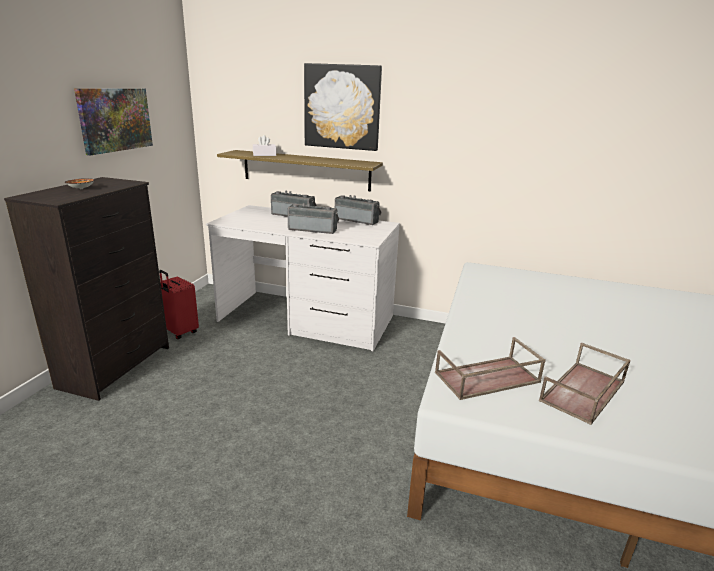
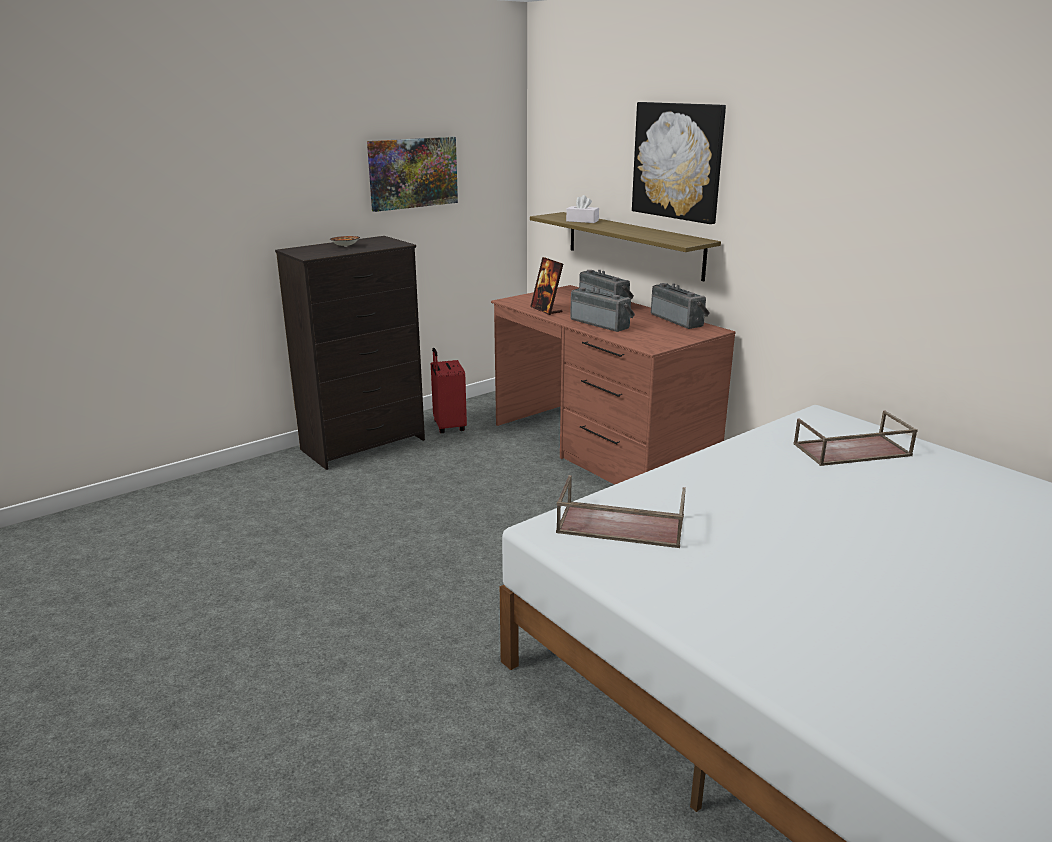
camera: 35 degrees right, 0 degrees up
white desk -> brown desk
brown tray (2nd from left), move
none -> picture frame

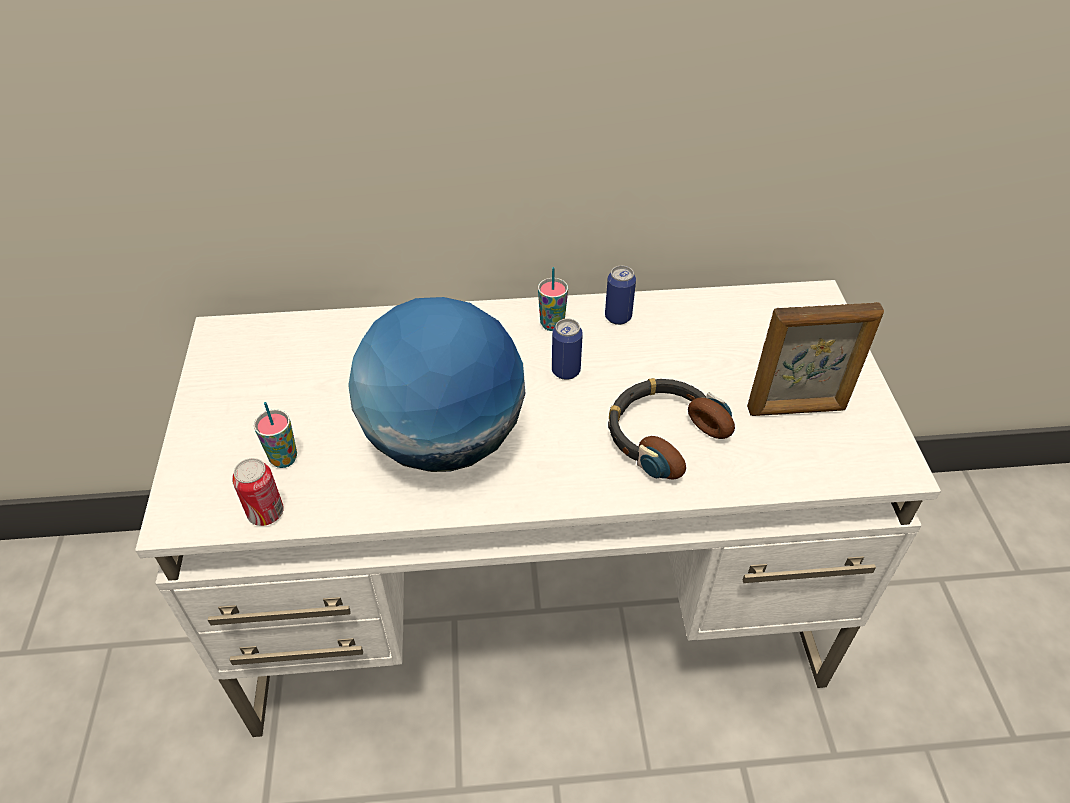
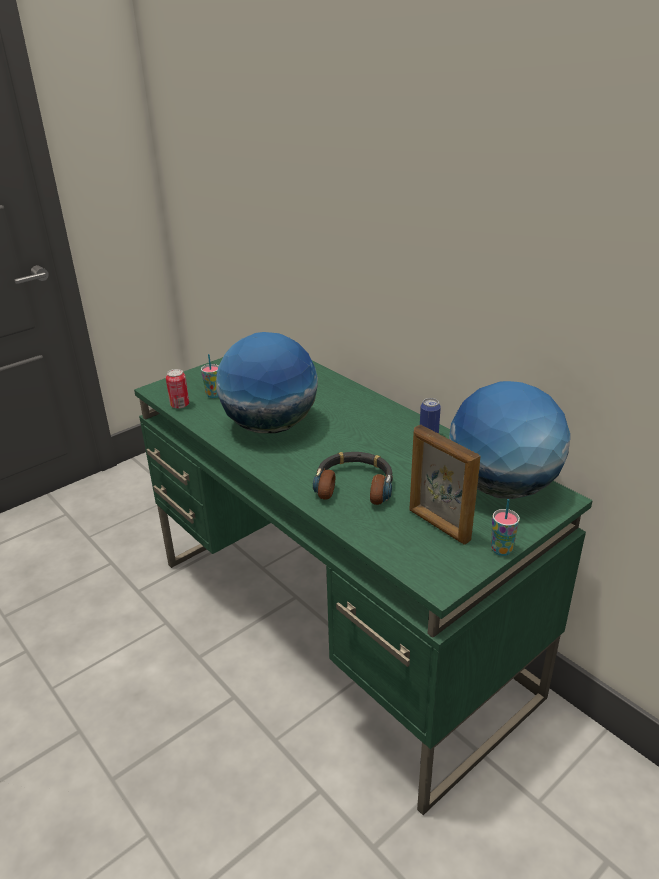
camera: 55 degrees right, 15 degrees down
white desk -> green desk
cup (2nd from left), move
can (2nd from left) -> none
none -> globe (2nd from left)

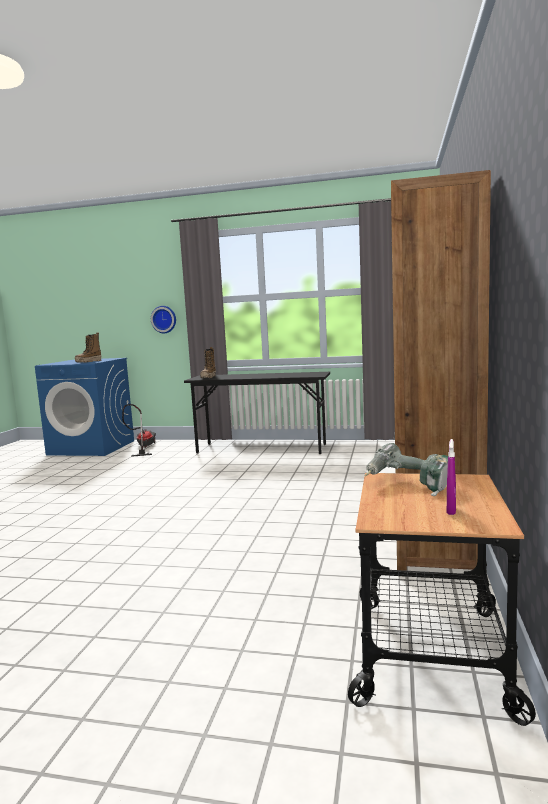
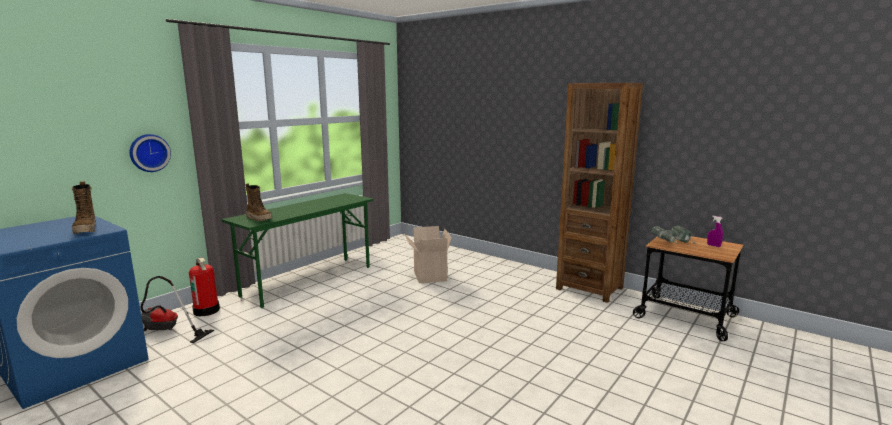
camera: 65 degrees left, 5 degrees up
black desk -> green desk
none -> fire extinguisher
none -> cardboard box

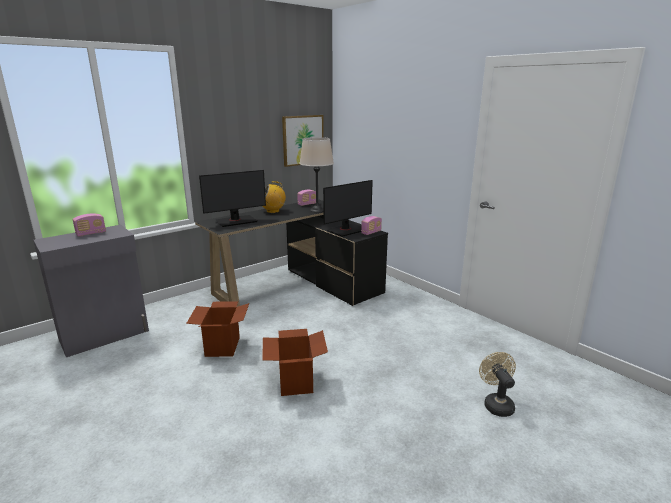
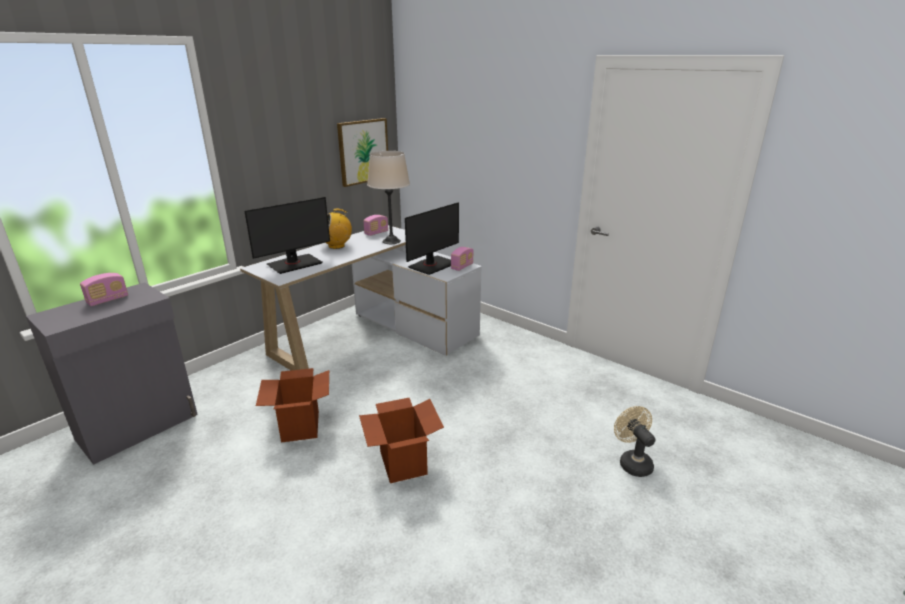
camera: 10 degrees left, 5 degrees up
black desk -> white desk

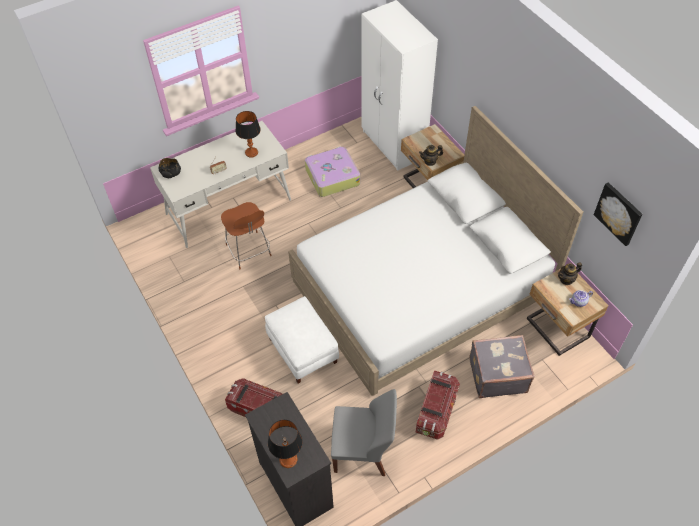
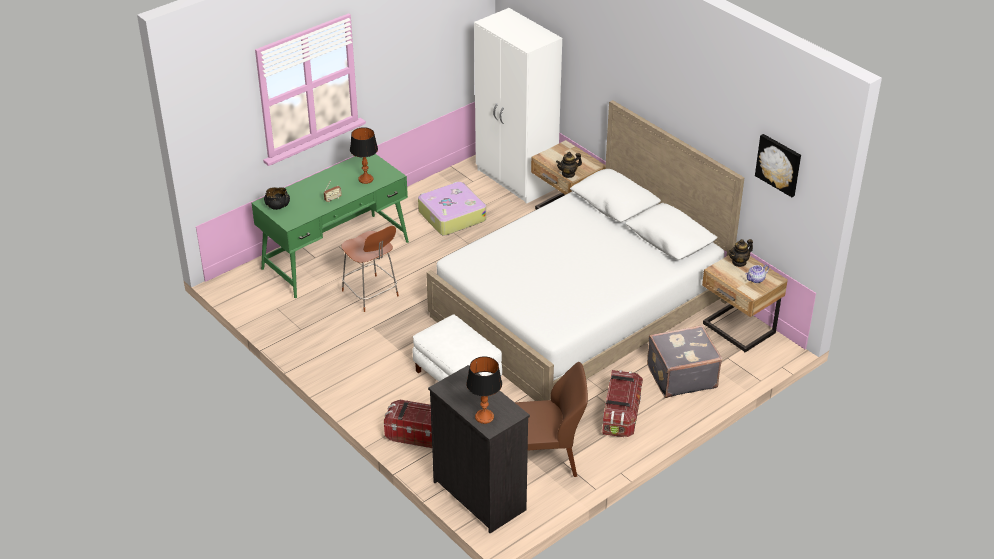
camera: 10 degrees left, 15 degrees down
white desk -> green desk
grey chair -> brown chair (2nd from left)

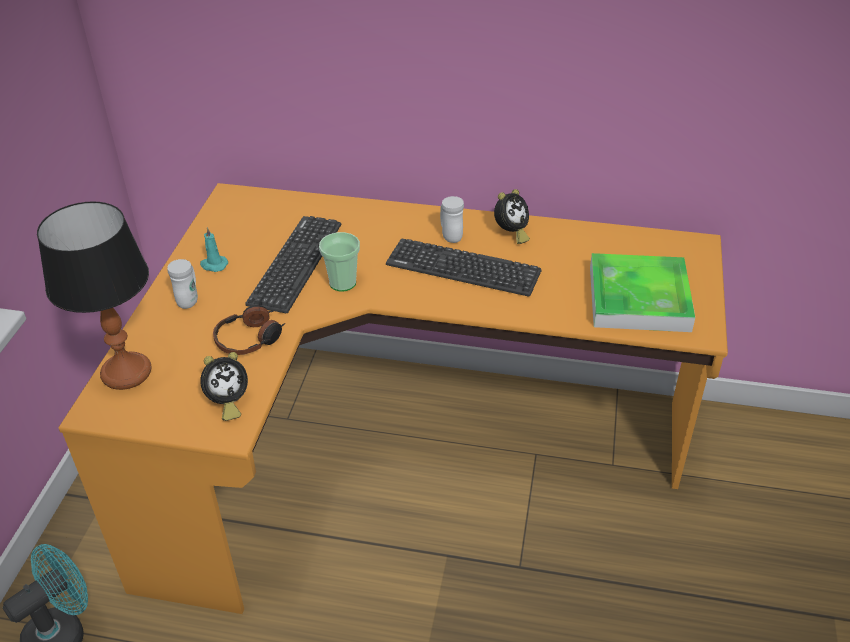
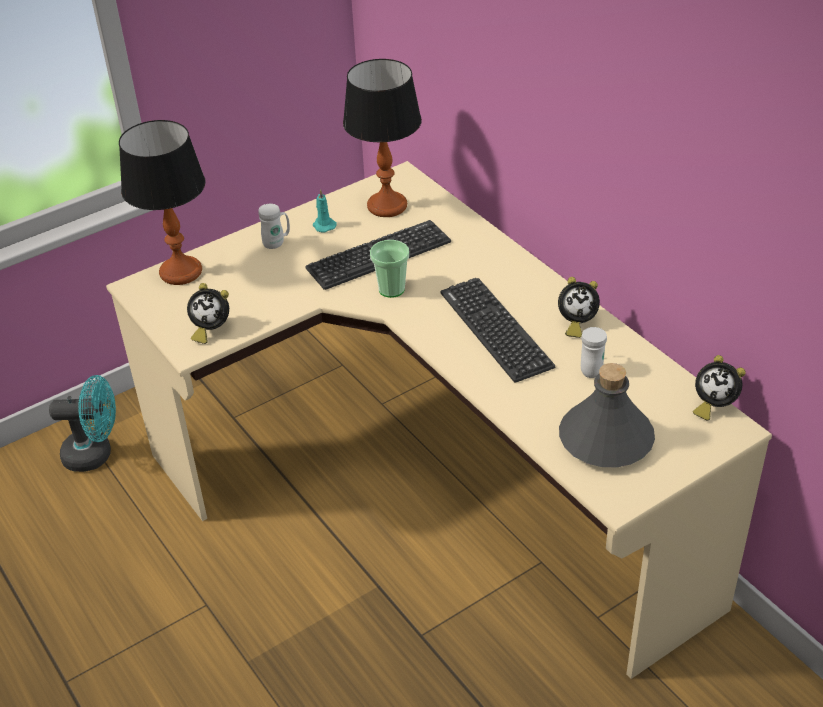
camera: 45 degrees right, 0 degrees up
orange desk -> beige desk
headphones -> none
white mug (2nd from left), move
tray -> grey bottle
none -> table lamp (2nd from left)
none -> alarm clock (3rd from left)

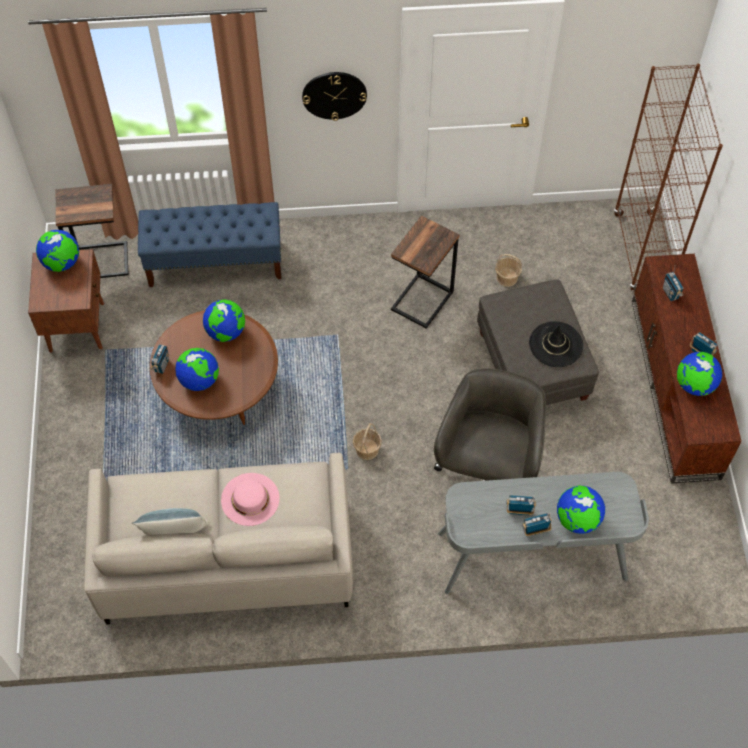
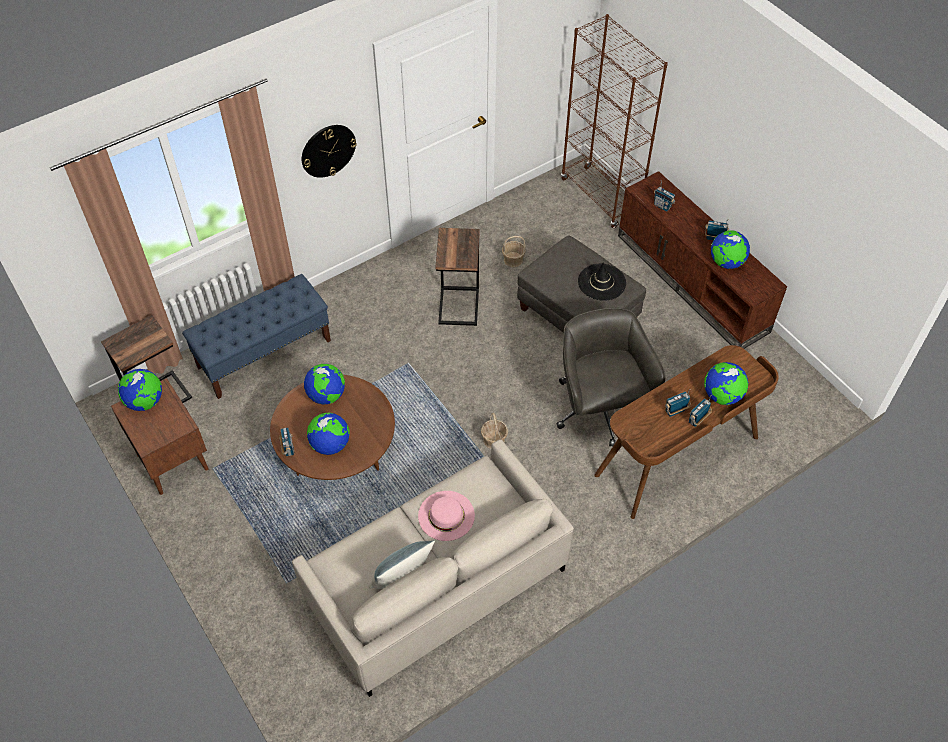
camera: 30 degrees left, 5 degrees down
grey desk -> brown desk

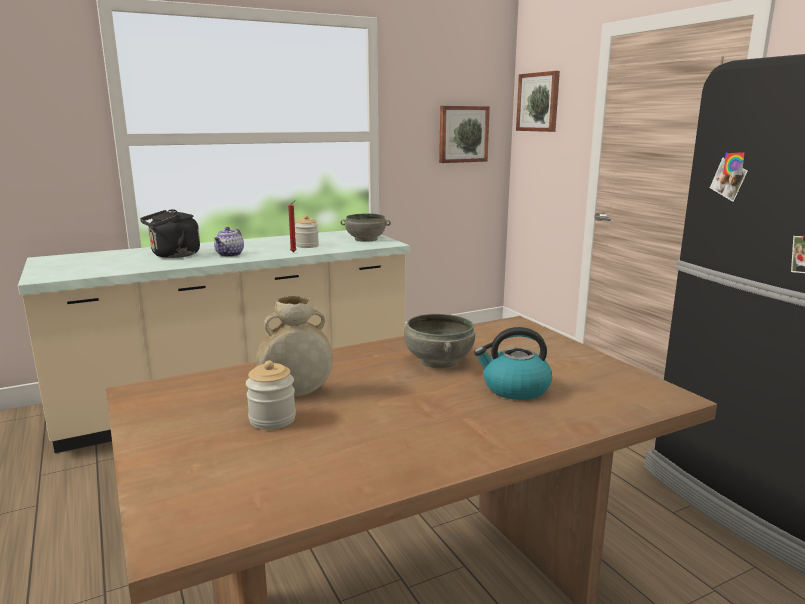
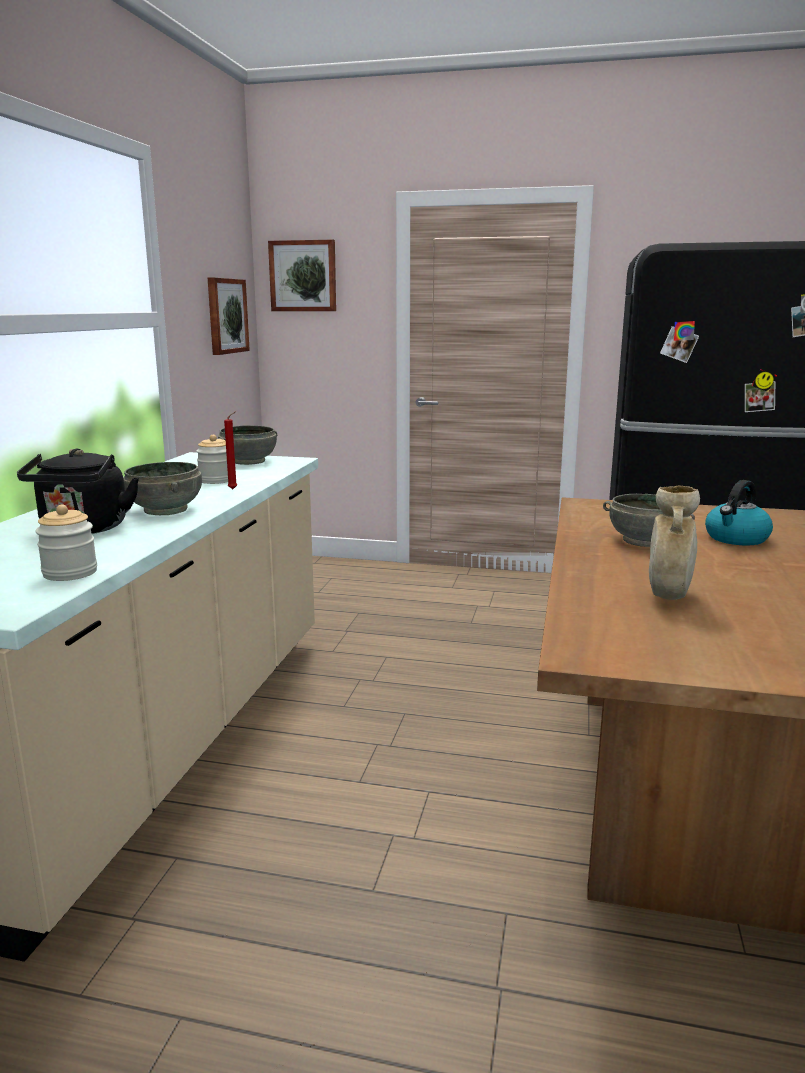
camera: 50 degrees left, 0 degrees up
teapot -> grey bowl (1st from left)
jar (1st from left), move

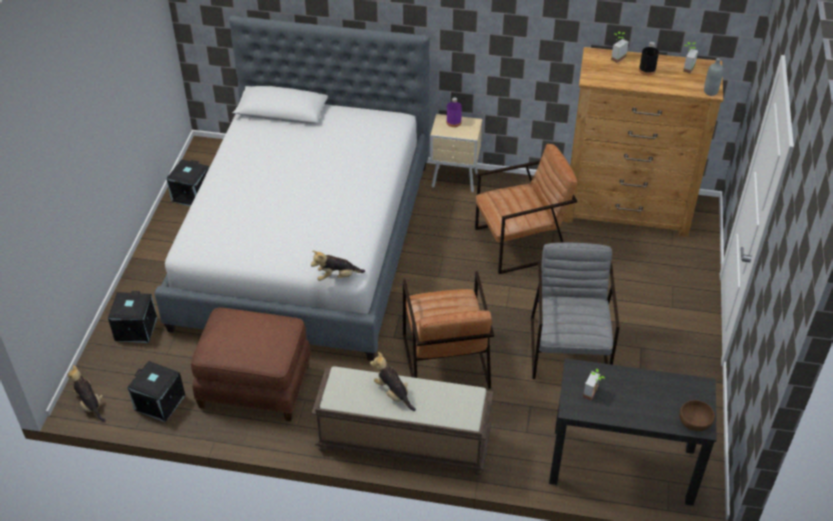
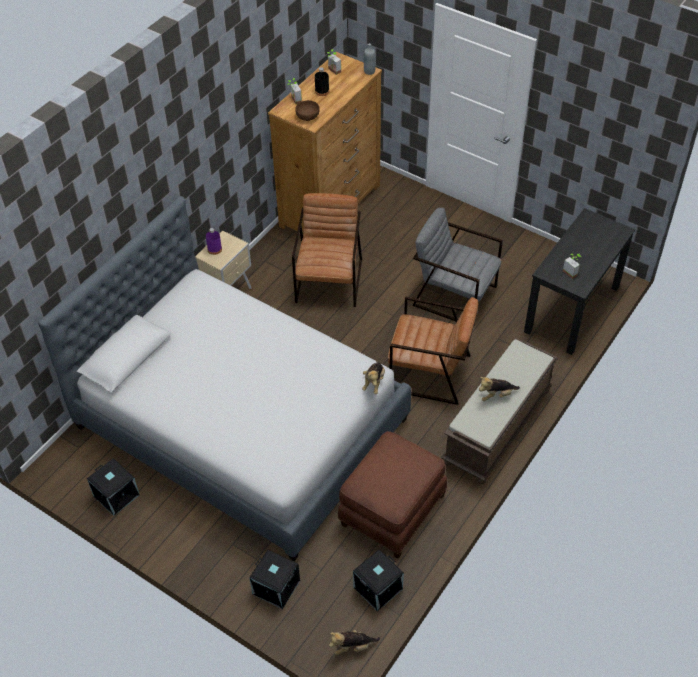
camera: 65 degrees left, 5 degrees up
brown bowl, move

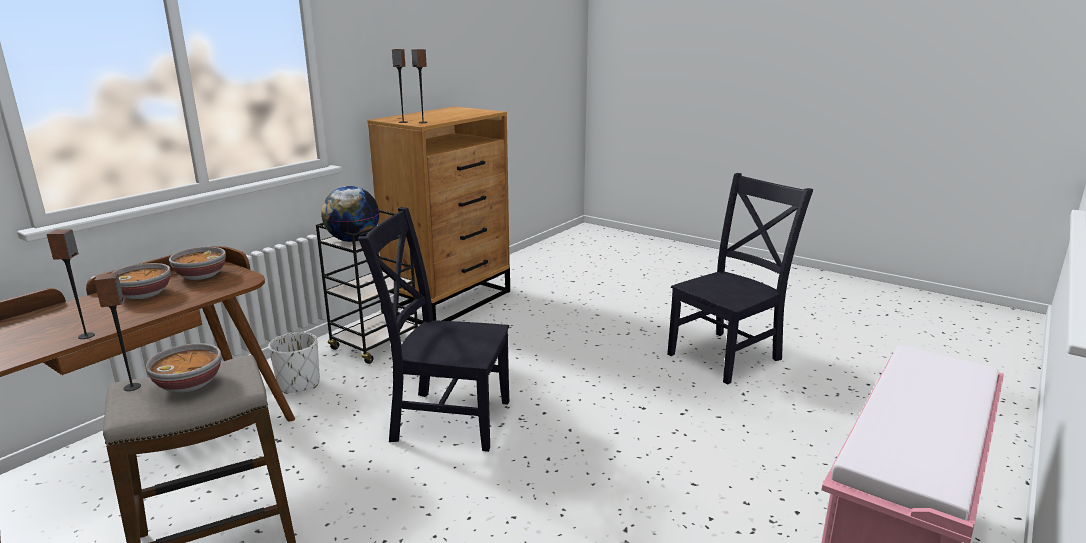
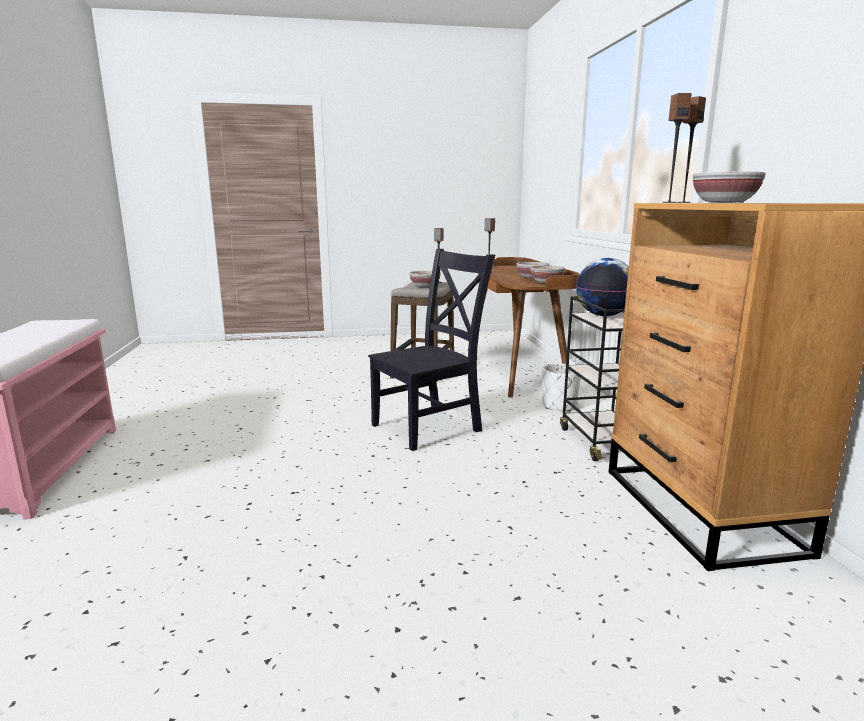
camera: 135 degrees right, 5 degrees down
black chair (2nd from left) -> none
none -> bowl (4th from left)

